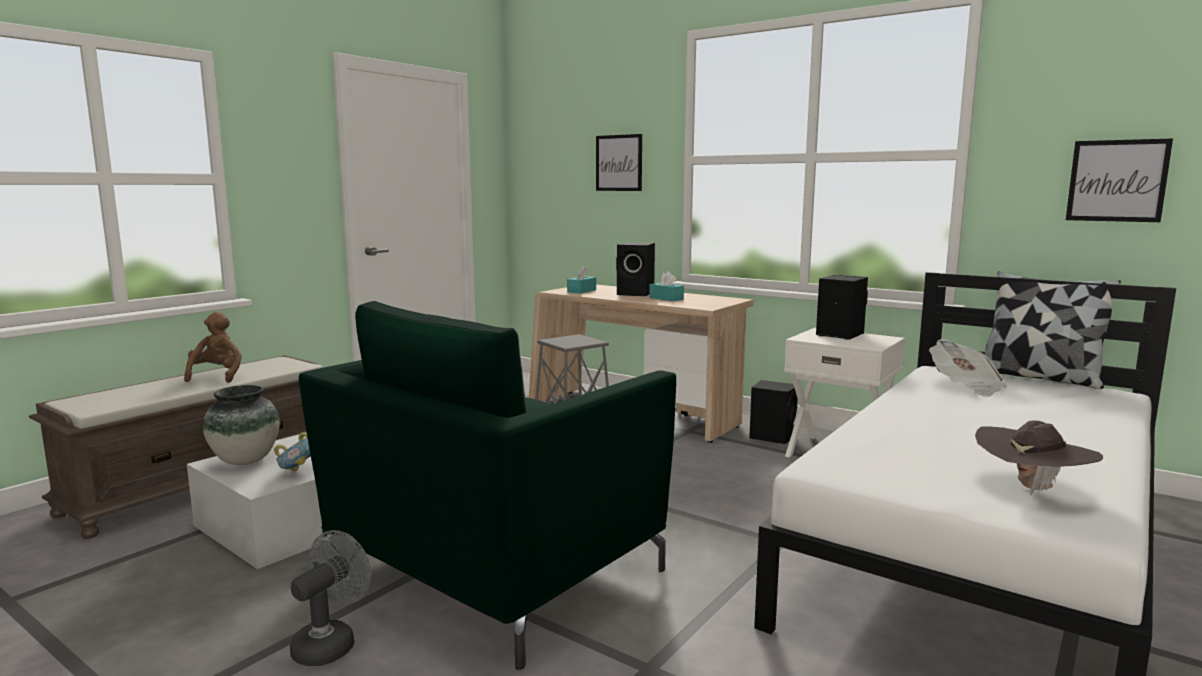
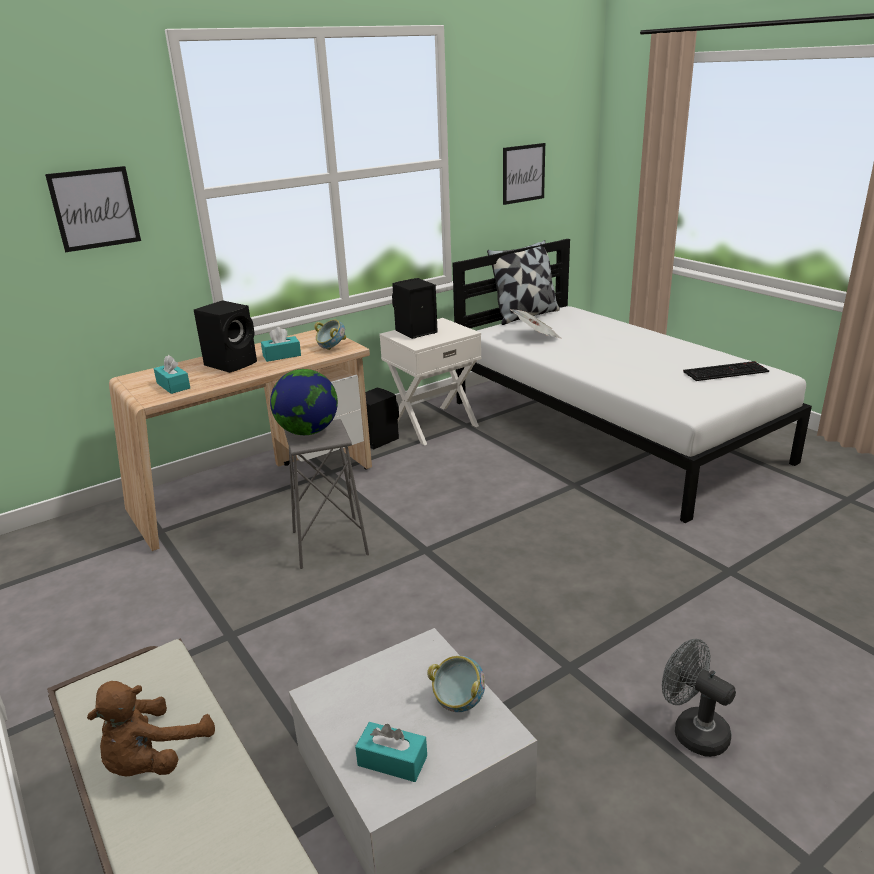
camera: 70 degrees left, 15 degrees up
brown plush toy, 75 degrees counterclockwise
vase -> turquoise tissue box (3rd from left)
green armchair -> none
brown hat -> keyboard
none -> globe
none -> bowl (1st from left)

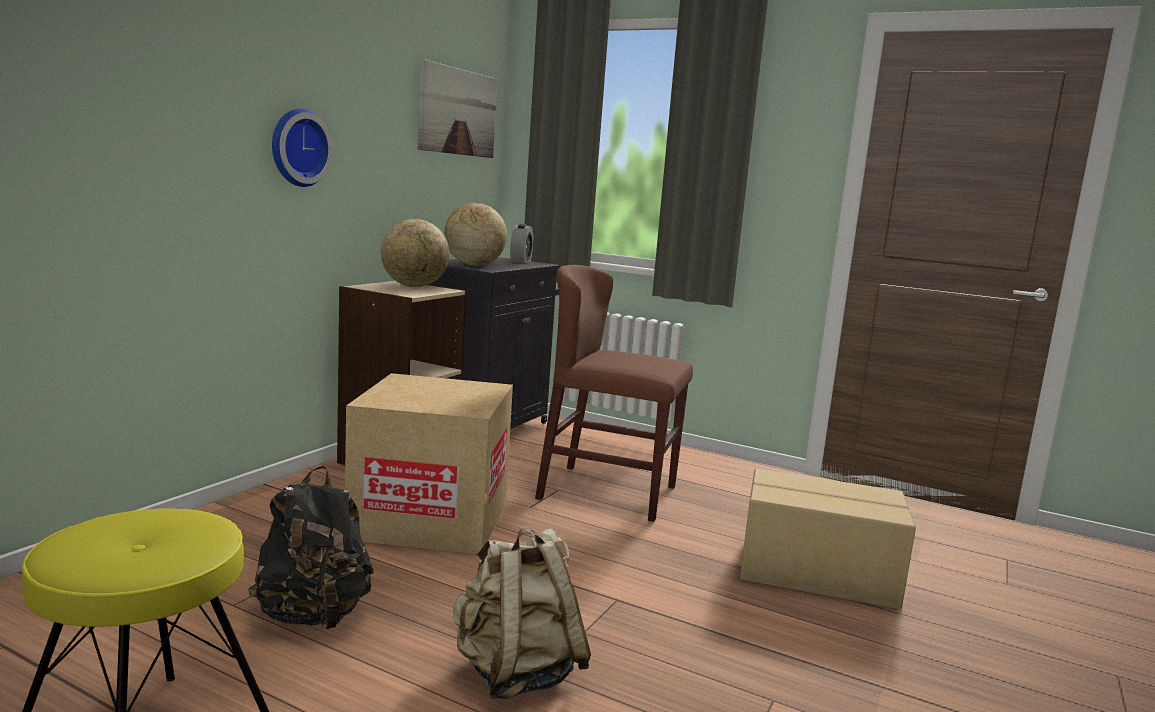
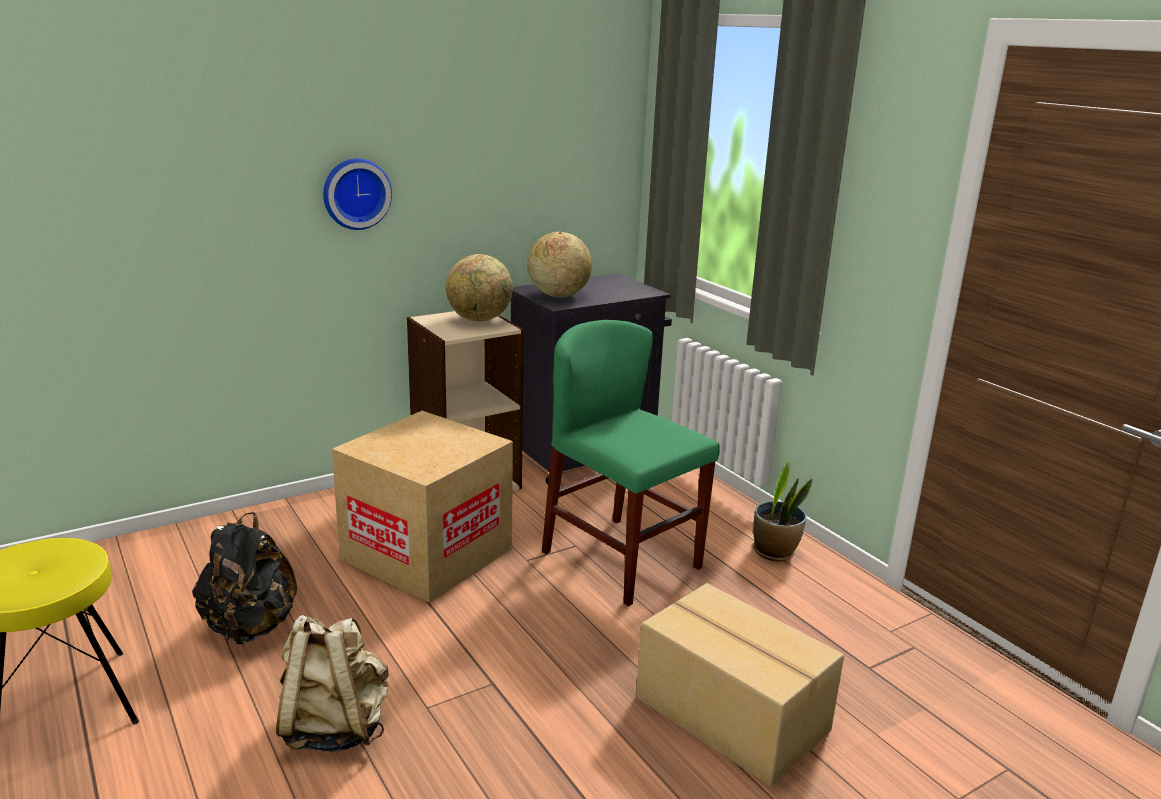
camera: 30 degrees right, 10 degrees up
picture -> none
alarm clock -> none
brown chair -> green chair
none -> potted plant

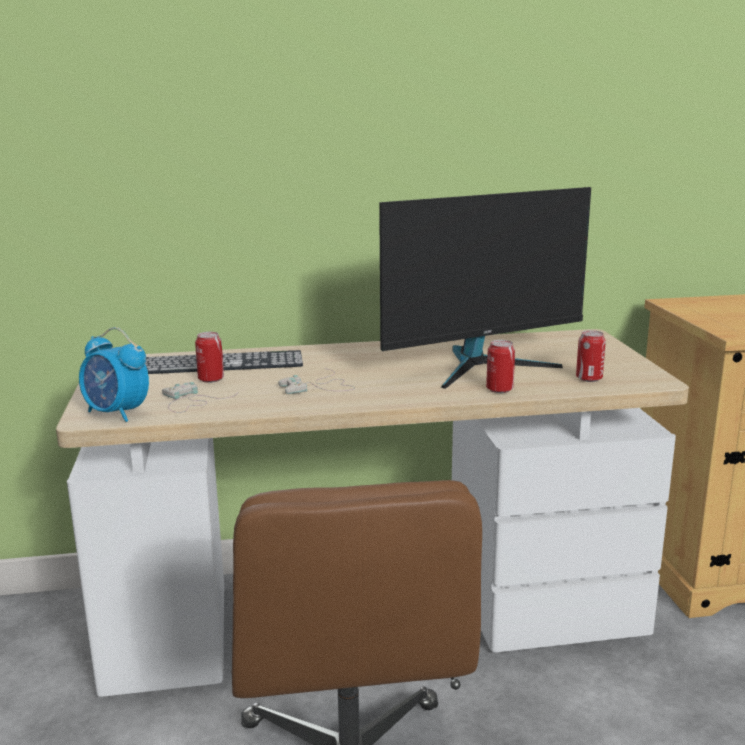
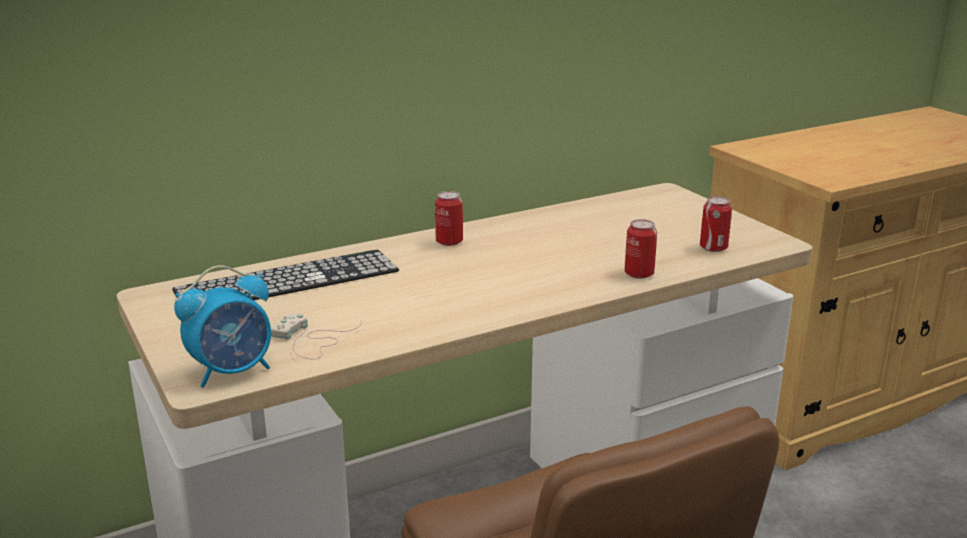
camera: 20 degrees left, 5 degrees up
alarm clock, 45 degrees counterclockwise
can (1st from left), move
white game controller (2nd from left) -> none
monitor -> none

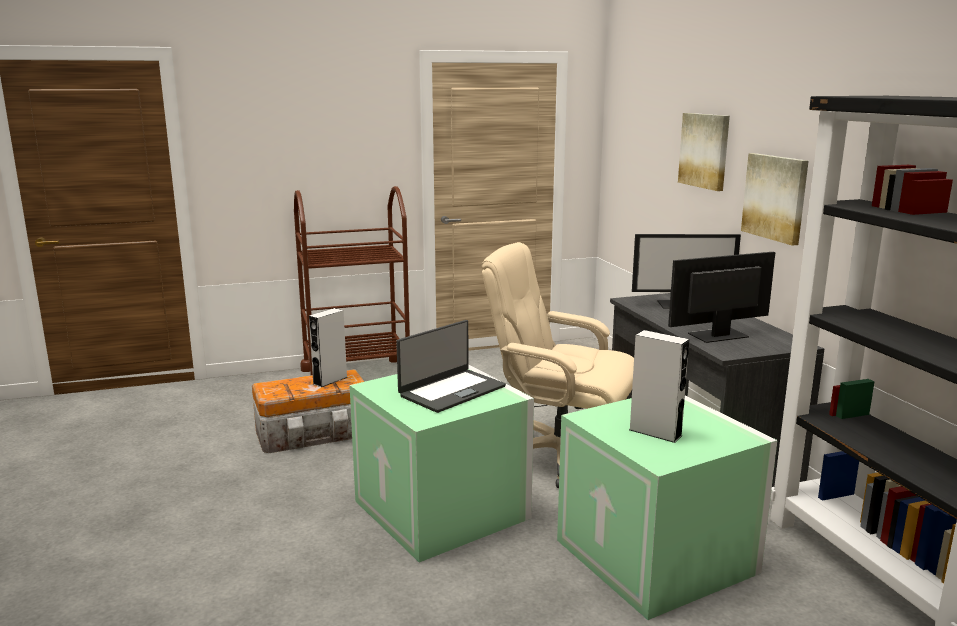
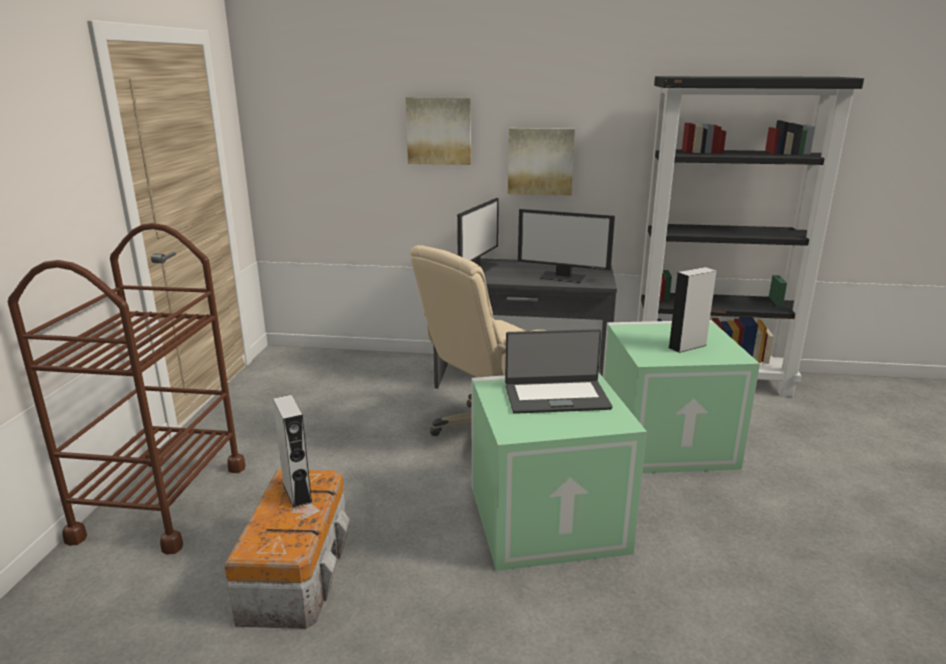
camera: 65 degrees left, 5 degrees up
laptop, 105 degrees clockwise
monitor (2nd from left), 75 degrees counterclockwise

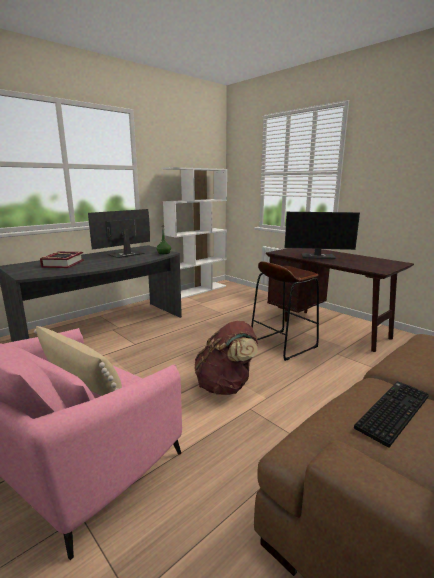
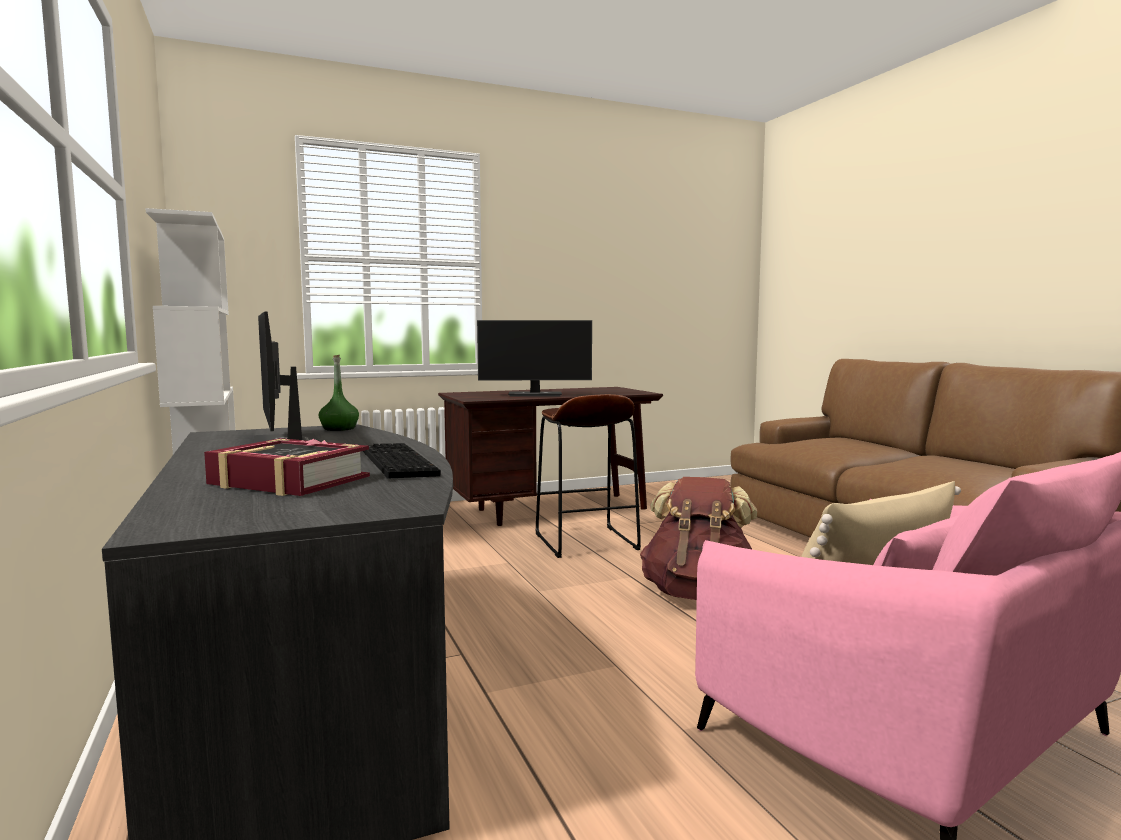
camera: 70 degrees left, 10 degrees down
monitor (2nd from left), 60 degrees clockwise
keyboard, move

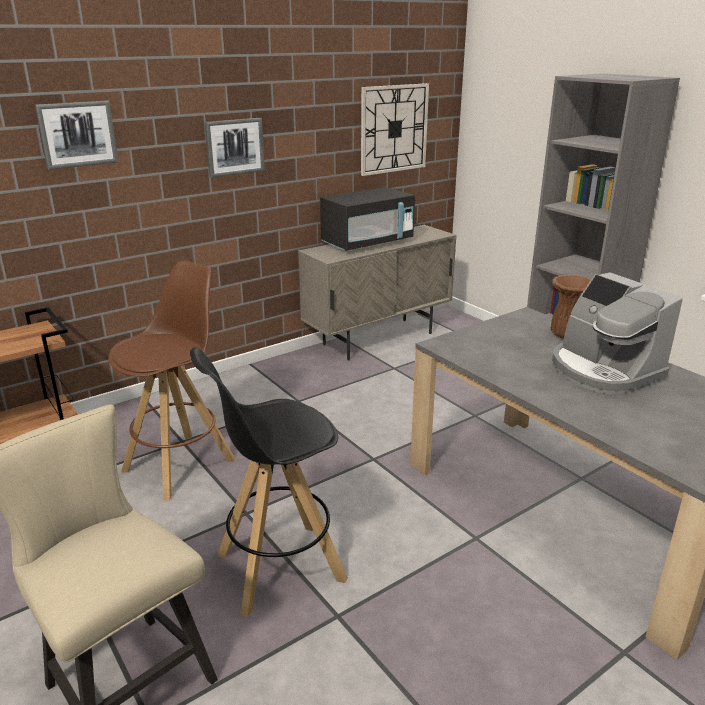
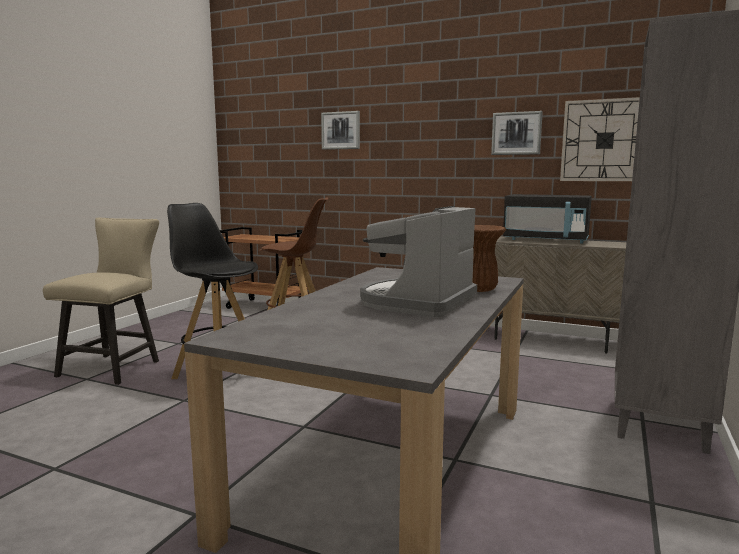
camera: 60 degrees right, 15 degrees down
picture (2nd from left), move

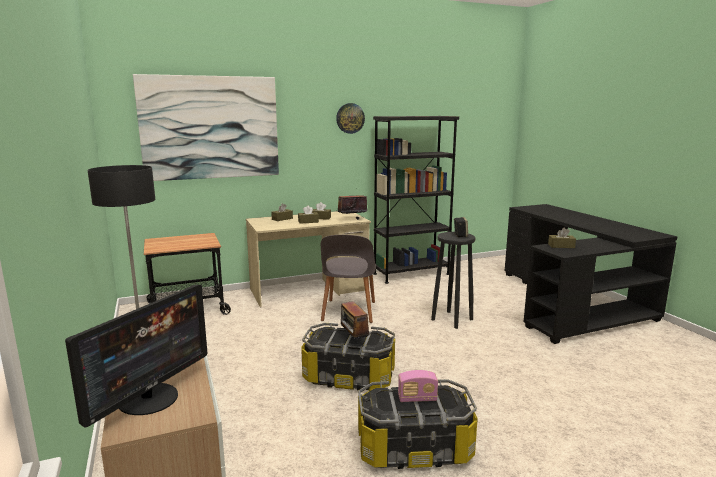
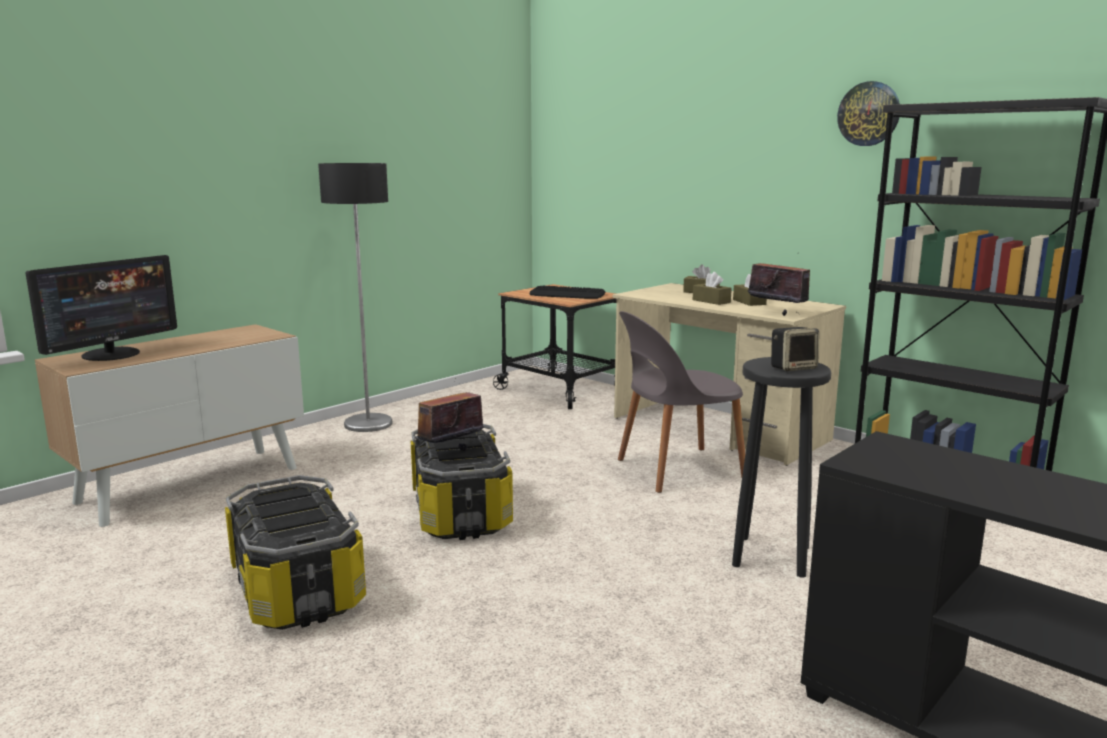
camera: 65 degrees right, 0 degrees up
monitor, 60 degrees counterclockwise
picture -> none
radio (3rd from left) -> none
brown tissue box (4th from left) -> none
none -> keyboard

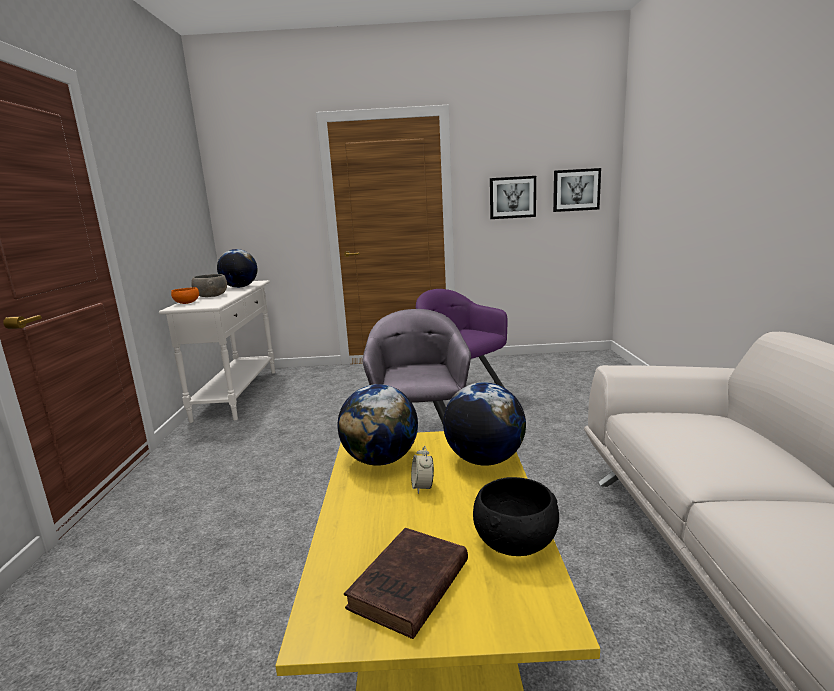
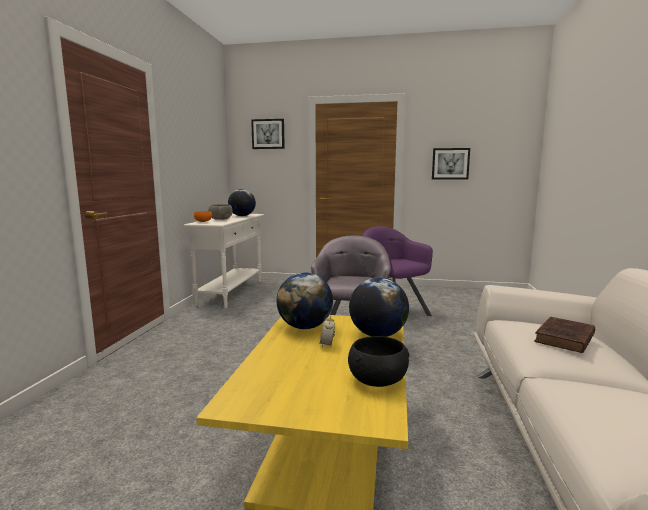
camera: 10 degrees right, 5 degrees down
brown book, move
picture (2nd from left in the first image) -> picture (1st from left), move

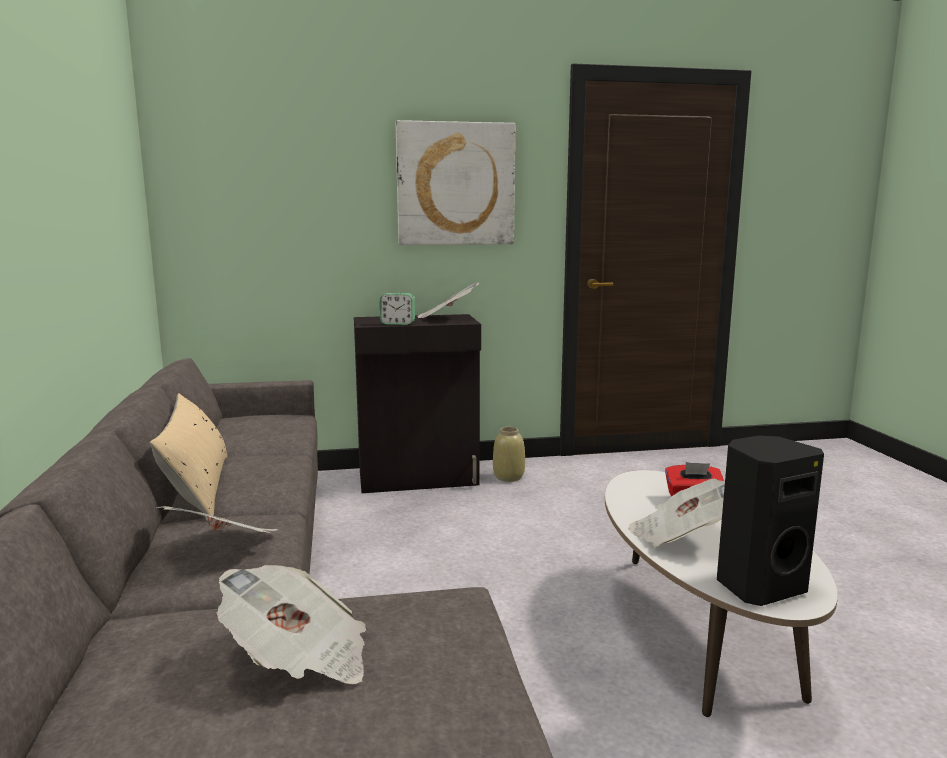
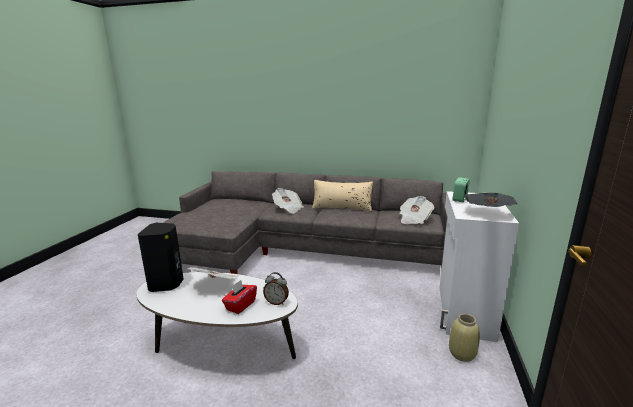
camera: 115 degrees right, 5 degrees up
newspaper (2nd from left in the first image) -> newspaper (3rd from left), move
black cabinet -> white cabinet
picture -> none
none -> alarm clock (1st from left)

